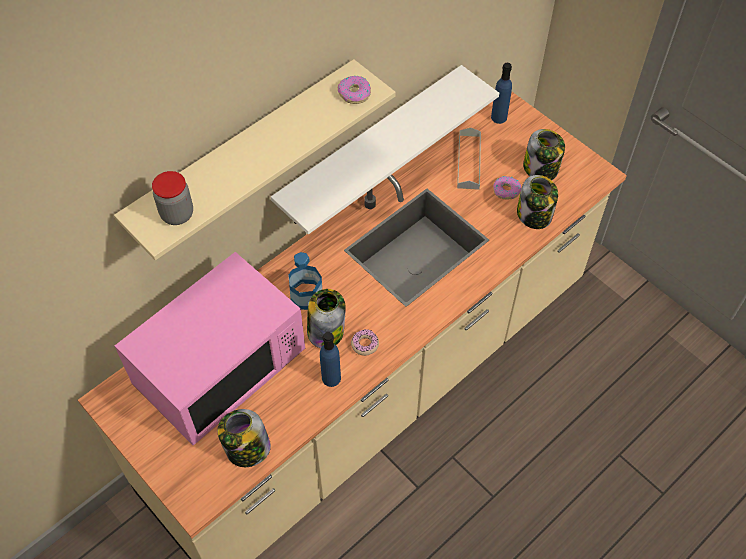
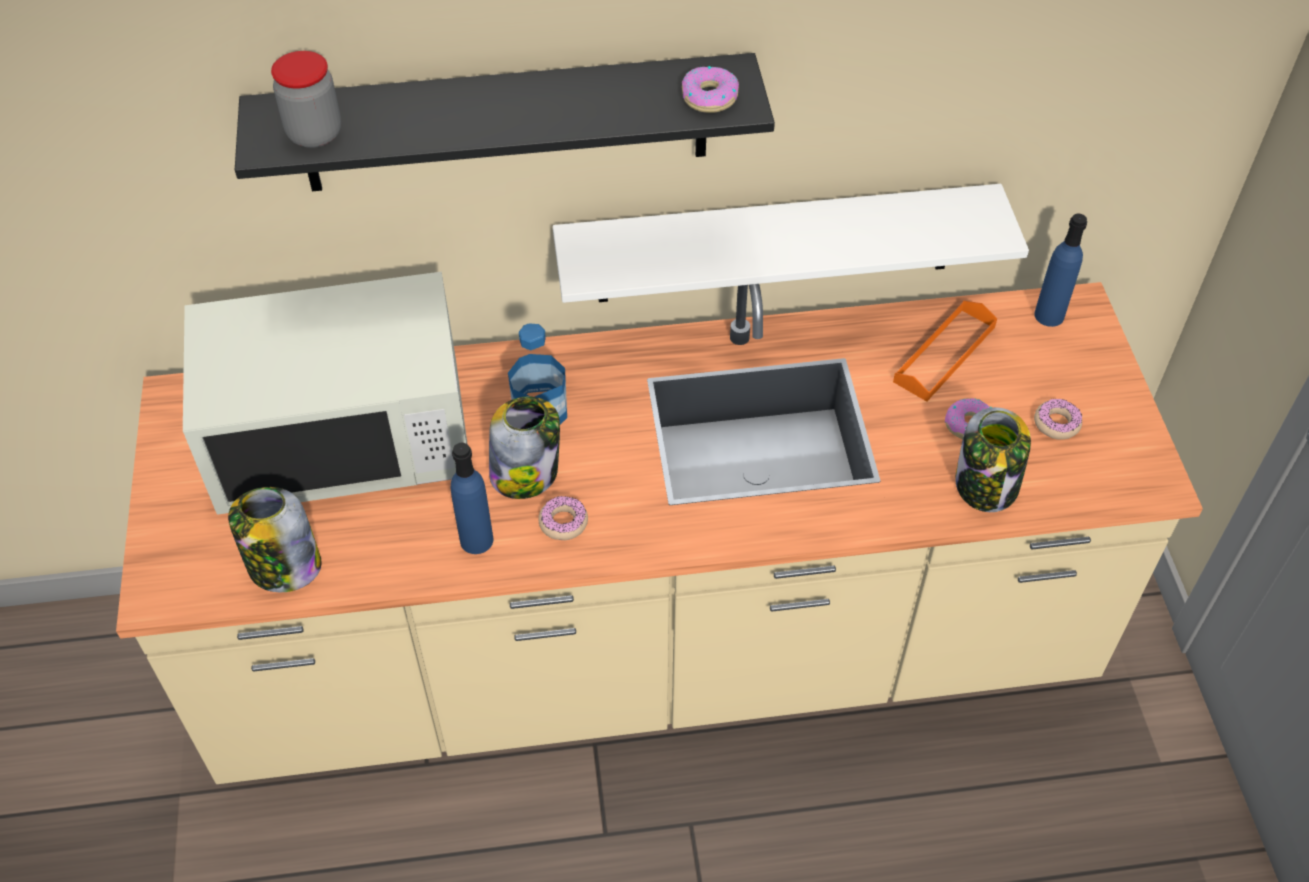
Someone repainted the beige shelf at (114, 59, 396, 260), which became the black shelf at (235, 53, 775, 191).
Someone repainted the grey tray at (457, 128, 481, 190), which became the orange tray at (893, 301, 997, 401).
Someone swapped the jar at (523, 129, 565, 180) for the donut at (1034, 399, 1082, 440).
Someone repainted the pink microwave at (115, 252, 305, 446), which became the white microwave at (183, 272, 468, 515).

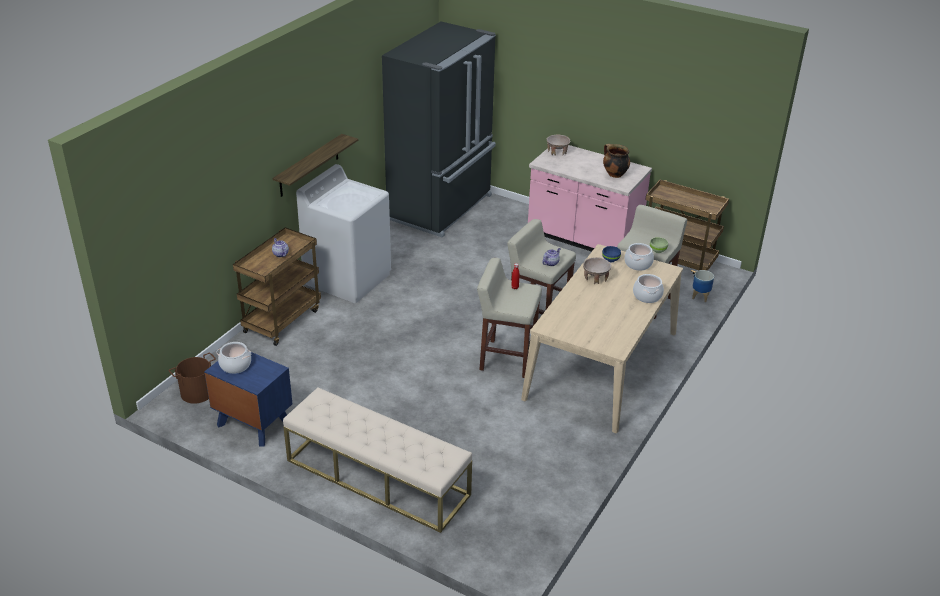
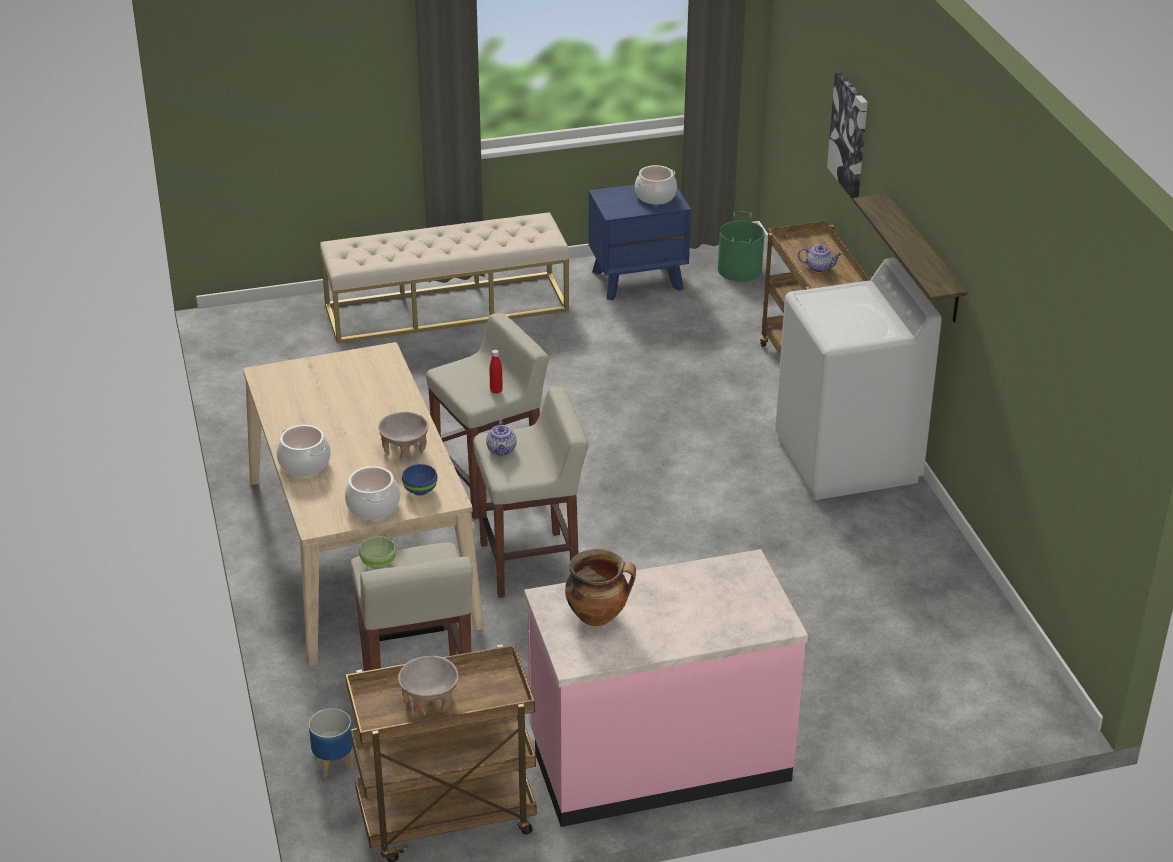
Someone took away the black fridge at (382, 22, 496, 238).
Someone carried the beige bowl from (547, 135, 571, 156) to (398, 656, 458, 716).
Someone repainted the brown bucket at (169, 353, 216, 404), which became the green bucket at (718, 211, 764, 282).
Someone put up the picture at (827, 72, 868, 200).

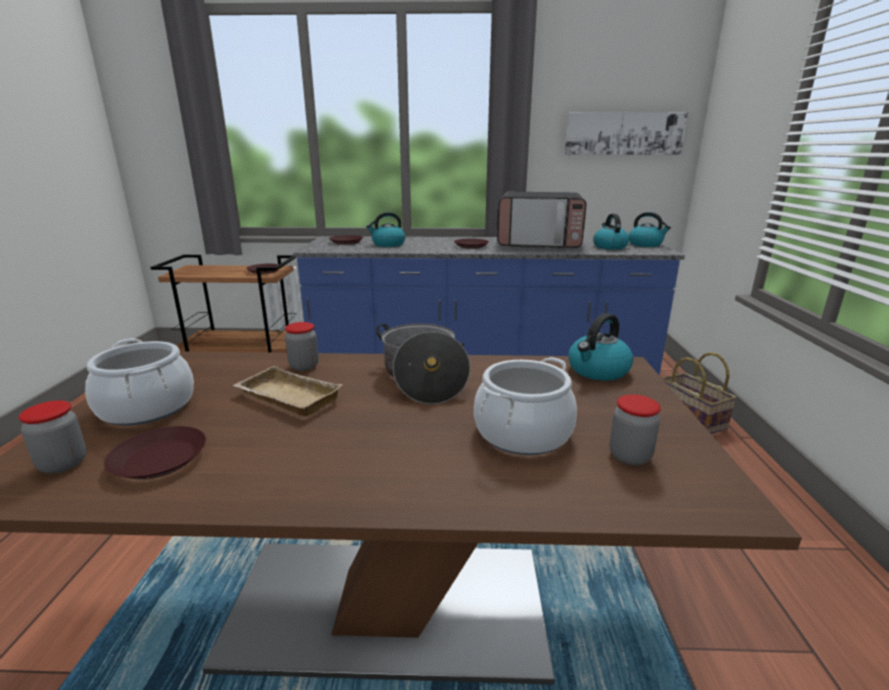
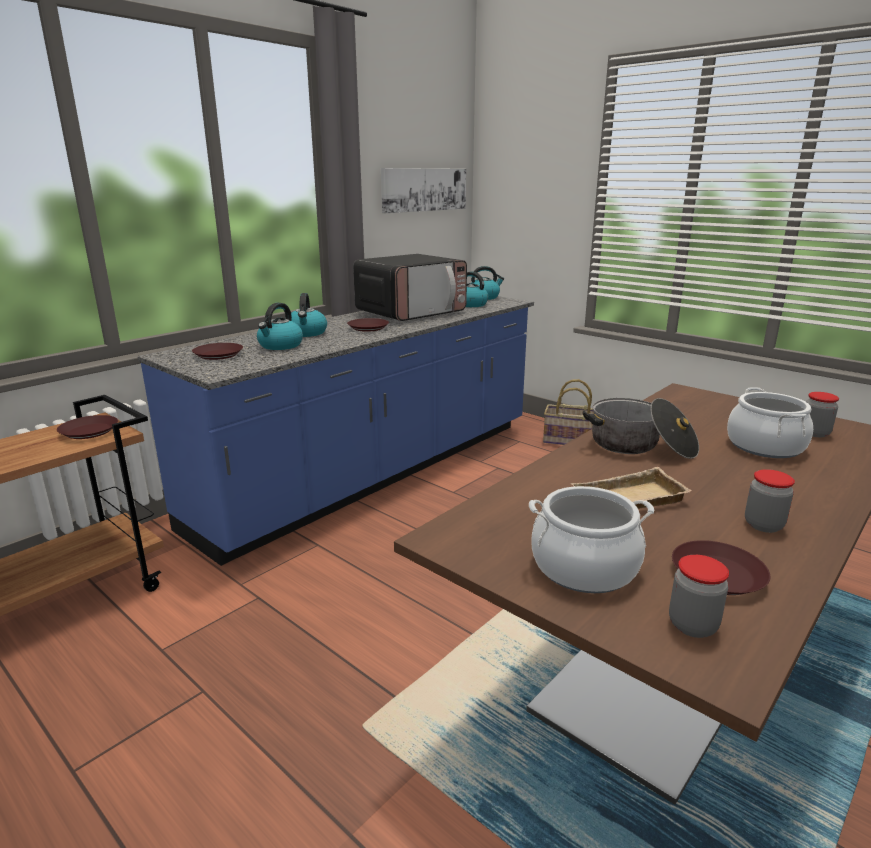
Someone carried the kettle from (568, 313, 633, 381) to (291, 293, 327, 337).
Someone carried the jar from (285, 322, 319, 371) to (745, 469, 795, 533).

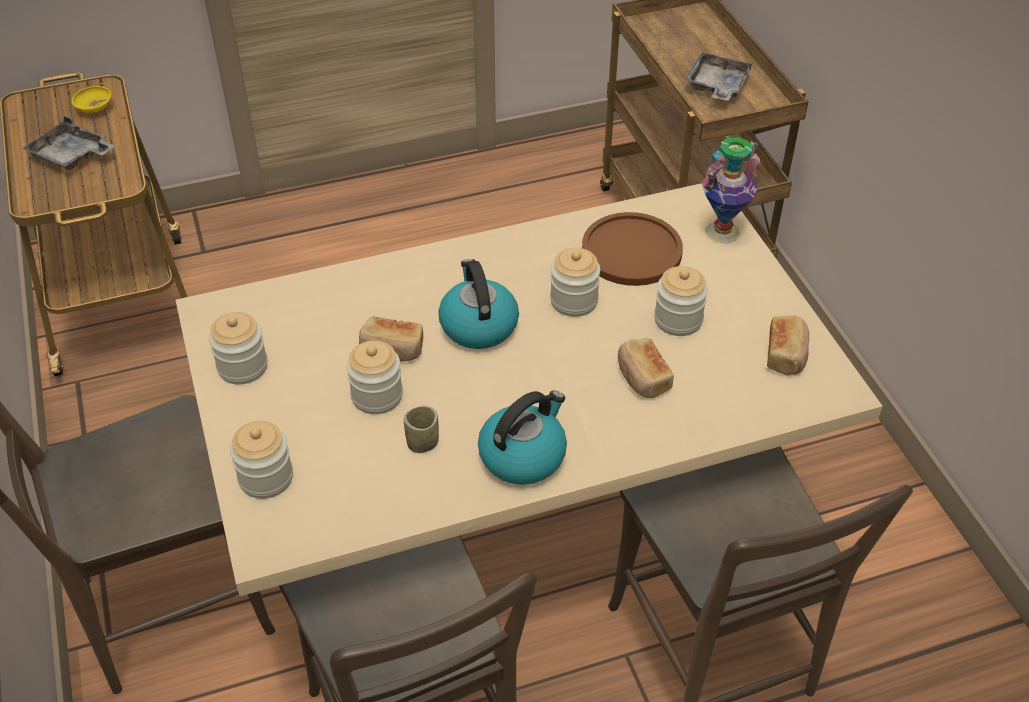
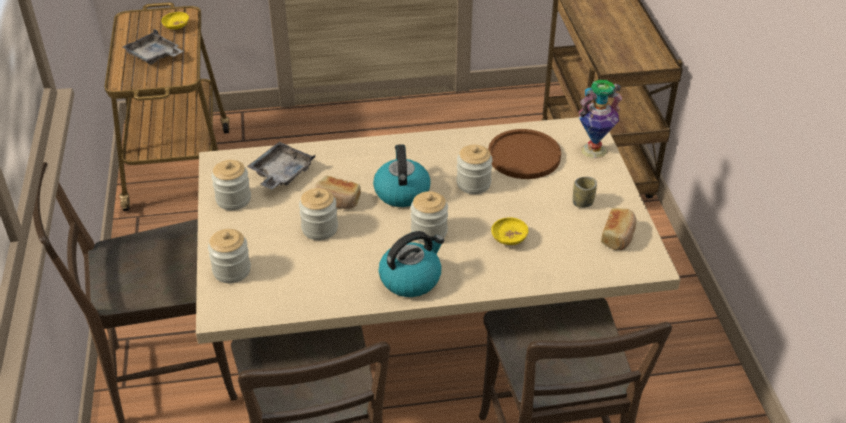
Someone carried the grey tray from (685, 52, 753, 101) to (247, 142, 315, 190).
Someone carried the jar from (654, 266, 708, 336) to (411, 191, 448, 243).
Someone swapped the bread at (618, 338, 674, 398) for the yellow bowl at (491, 217, 528, 245).
Someone carried the cup from (404, 406, 439, 453) to (573, 177, 597, 208).

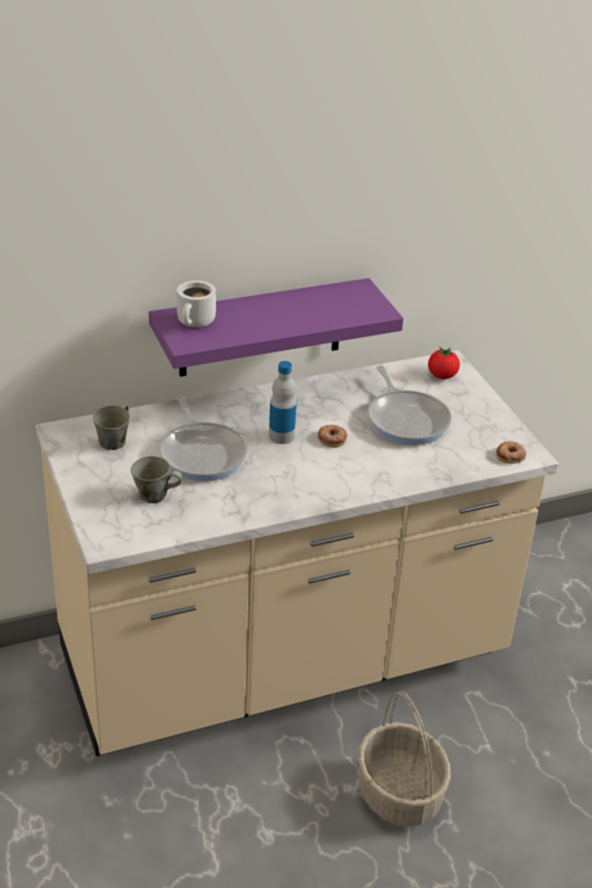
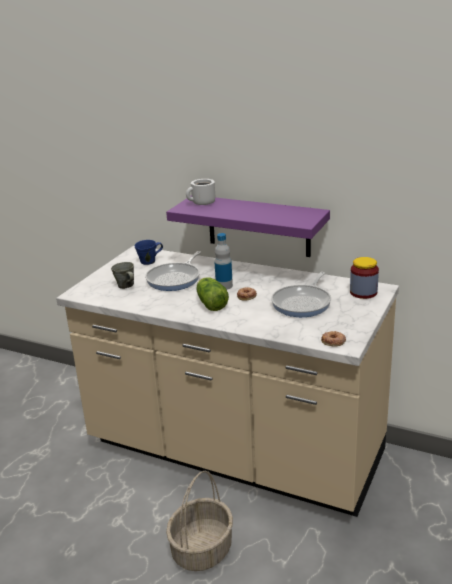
Someone swapped the tomato at (428, 347, 460, 379) for the jar at (350, 257, 379, 299).
Someone repainted the grey mug at (93, 405, 130, 450), which became the blue mug at (135, 240, 163, 265).
Someone put down the lettuce at (196, 277, 229, 311).

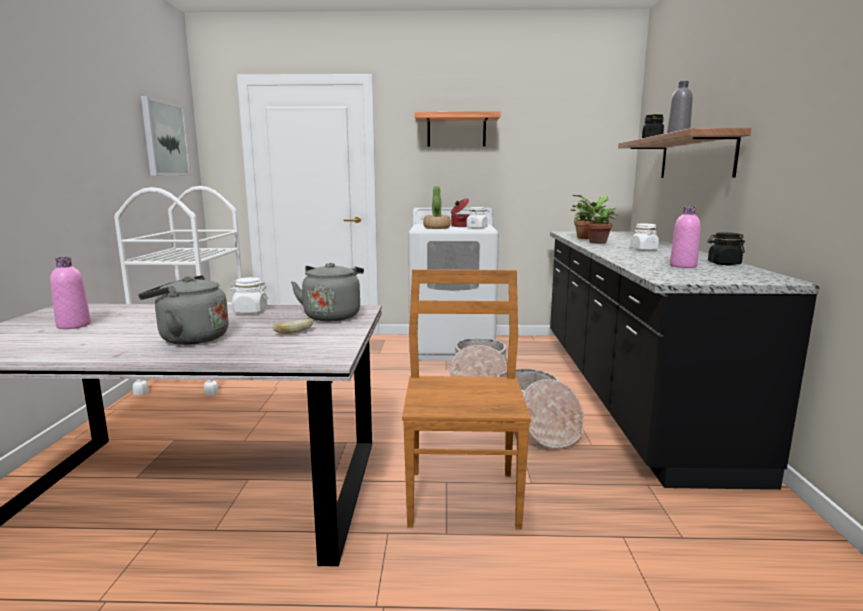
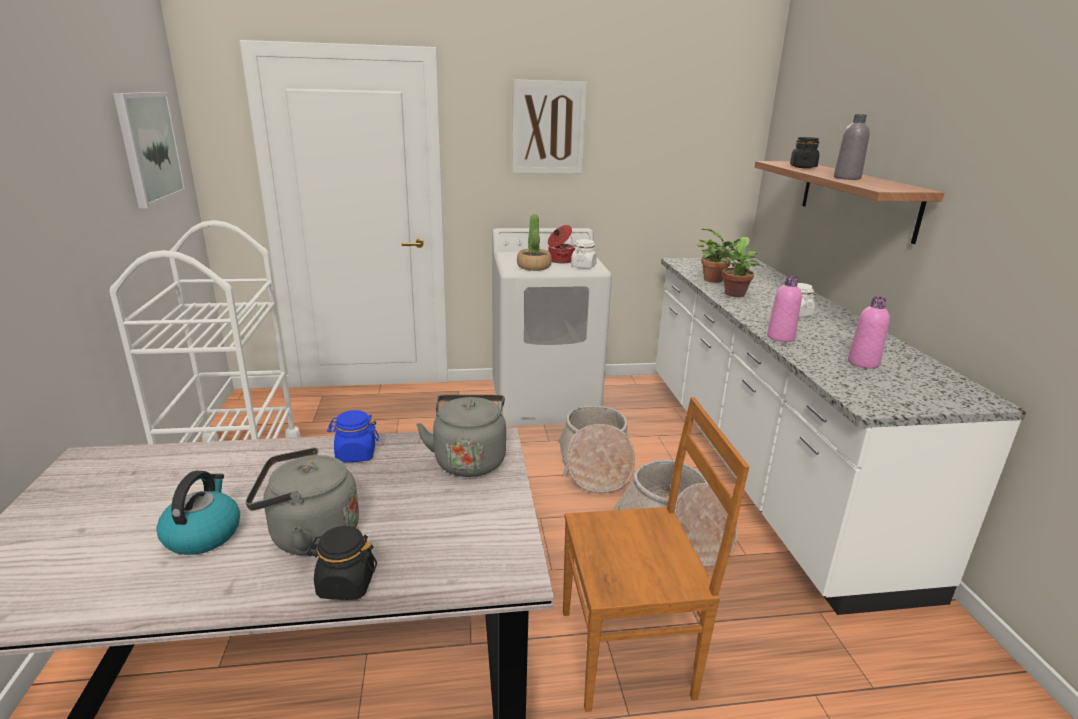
Someone swapped the shelf at (415, 111, 500, 146) for the picture at (512, 79, 587, 174).
Someone repainted the black counter at (550, 231, 820, 490), which became the white counter at (655, 258, 1027, 615).
Someone carried the black jar from (707, 232, 745, 265) to (307, 526, 377, 600).
Someone carried the pink bottle from (50, 257, 91, 329) to (767, 276, 802, 342).
Someone rotated the brown chair at (402, 269, 531, 529) by 90 degrees clockwise.
Someone repainted the white jar at (229, 277, 268, 314), which became the blue jar at (327, 410, 379, 462).
Someone took away the bread at (272, 318, 313, 334).
Someone put down the kettle at (156, 471, 240, 555).

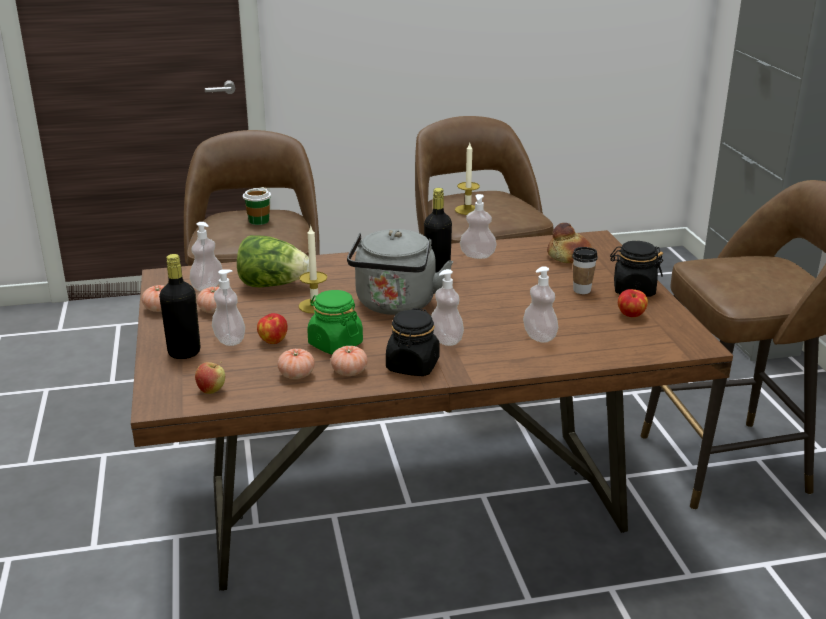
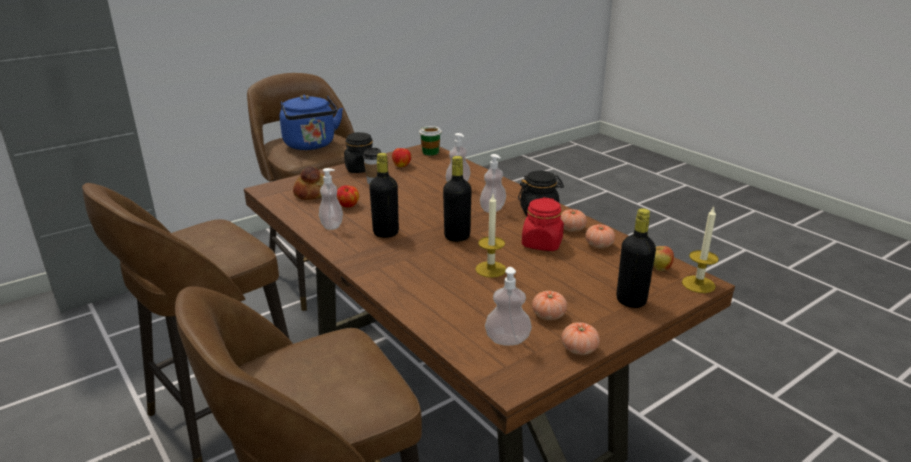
Someone carried the candle from (455, 143, 480, 215) to (682, 206, 719, 293).
Someone carried the cup from (243, 187, 271, 225) to (419, 126, 442, 155).
Someone swapped the grey kettle at (347, 229, 453, 315) for the black bottle at (443, 156, 472, 242).
Someone took away the lettuce at (237, 235, 310, 287).
Someone took away the soap dispenser at (212, 269, 245, 346).
Someone repainted the green jar at (307, 290, 363, 355), which became the red jar at (522, 197, 564, 251).
Someone carried the apple from (257, 313, 288, 344) to (337, 186, 359, 207).
Someone put down the blue kettle at (280, 95, 343, 150).

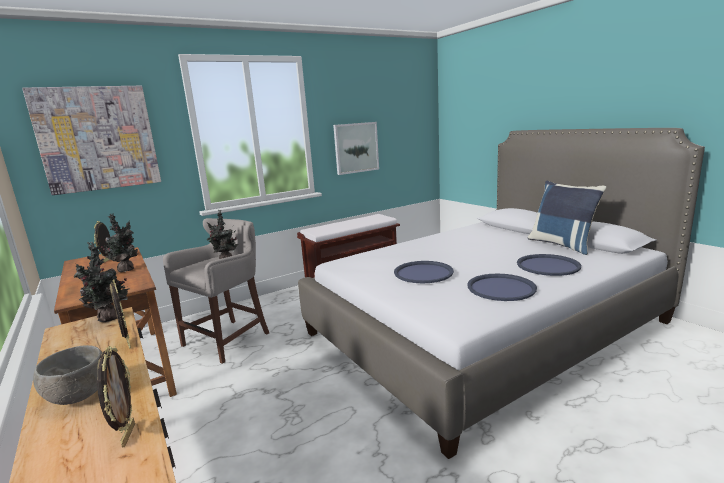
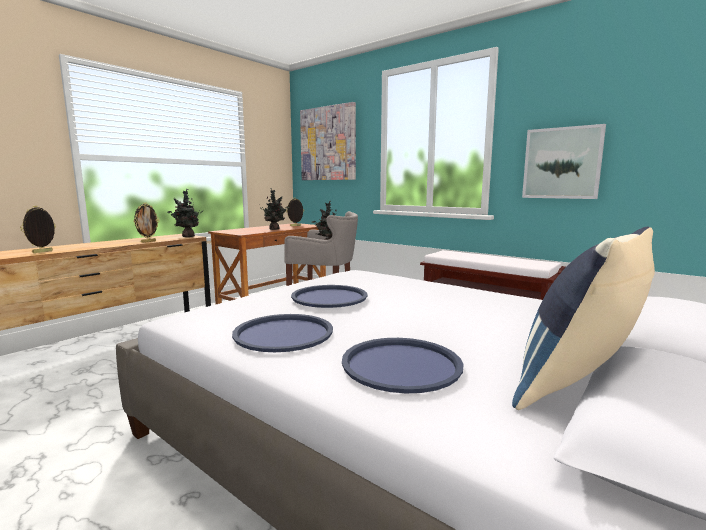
Someone took away the grey bowl at (33, 345, 102, 405).
Someone rotated the picture frame at (97, 346, 135, 448) by 150 degrees clockwise.

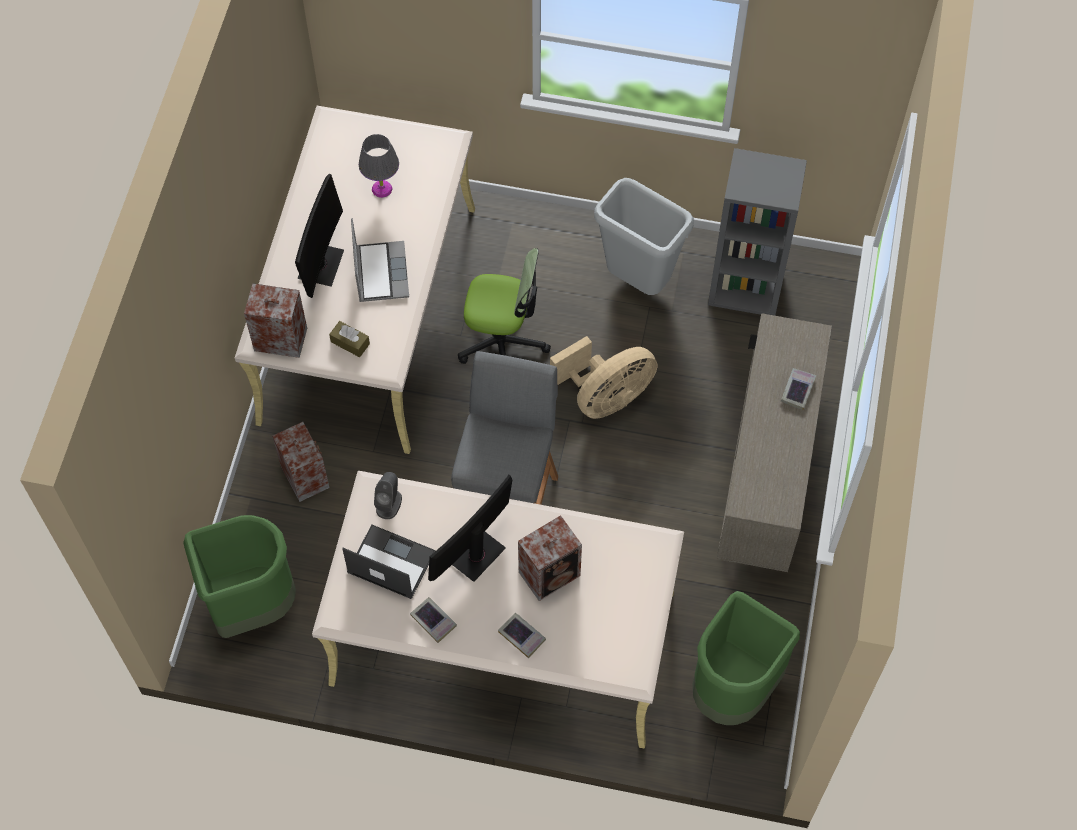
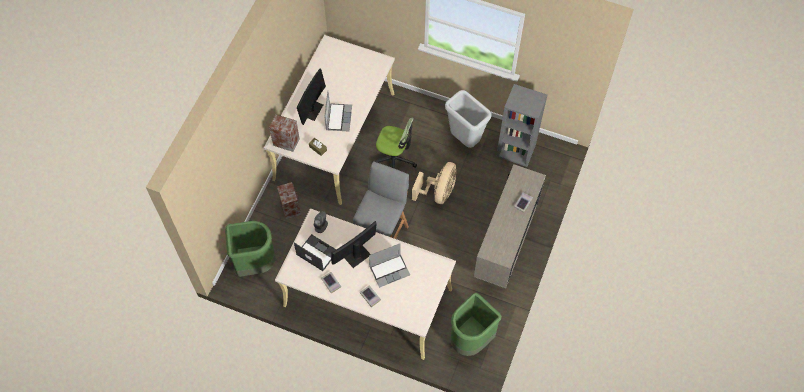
Someone took away the grey table lamp at (359, 134, 399, 198).
Someone rotated the beige fan at (550, 336, 657, 419) by 45 degrees counterclockwise.
Someone swapped the speaker at (518, 515, 582, 601) for the laptop at (369, 244, 410, 288).

